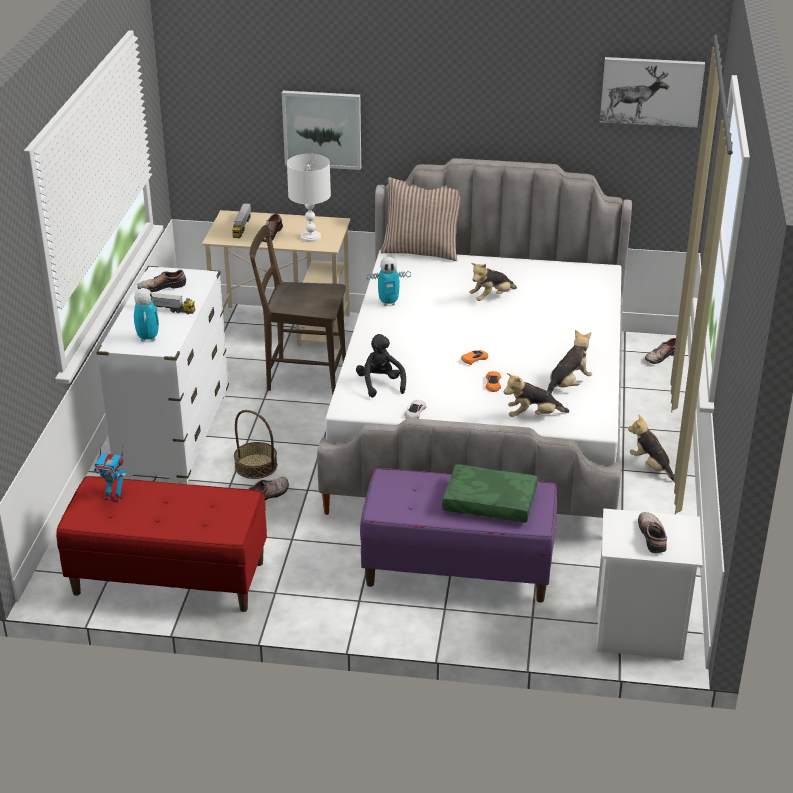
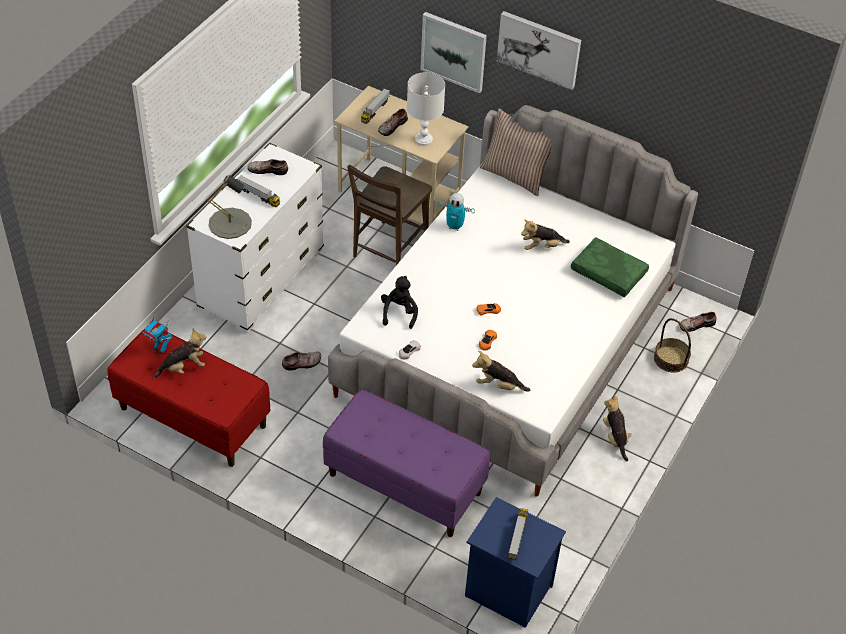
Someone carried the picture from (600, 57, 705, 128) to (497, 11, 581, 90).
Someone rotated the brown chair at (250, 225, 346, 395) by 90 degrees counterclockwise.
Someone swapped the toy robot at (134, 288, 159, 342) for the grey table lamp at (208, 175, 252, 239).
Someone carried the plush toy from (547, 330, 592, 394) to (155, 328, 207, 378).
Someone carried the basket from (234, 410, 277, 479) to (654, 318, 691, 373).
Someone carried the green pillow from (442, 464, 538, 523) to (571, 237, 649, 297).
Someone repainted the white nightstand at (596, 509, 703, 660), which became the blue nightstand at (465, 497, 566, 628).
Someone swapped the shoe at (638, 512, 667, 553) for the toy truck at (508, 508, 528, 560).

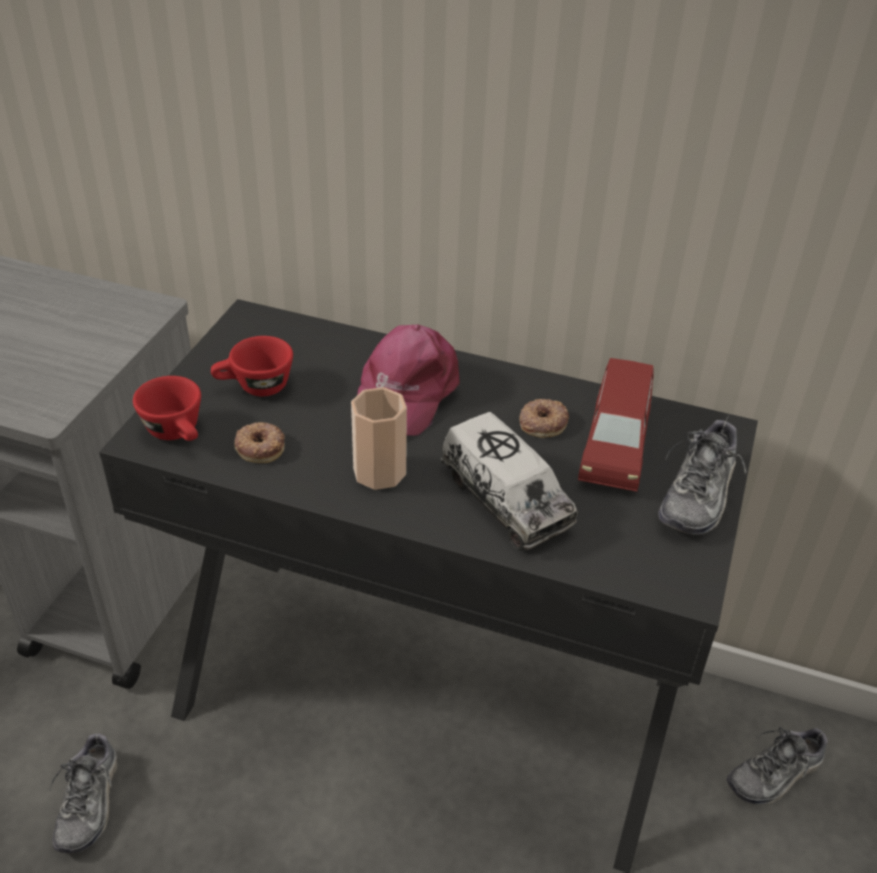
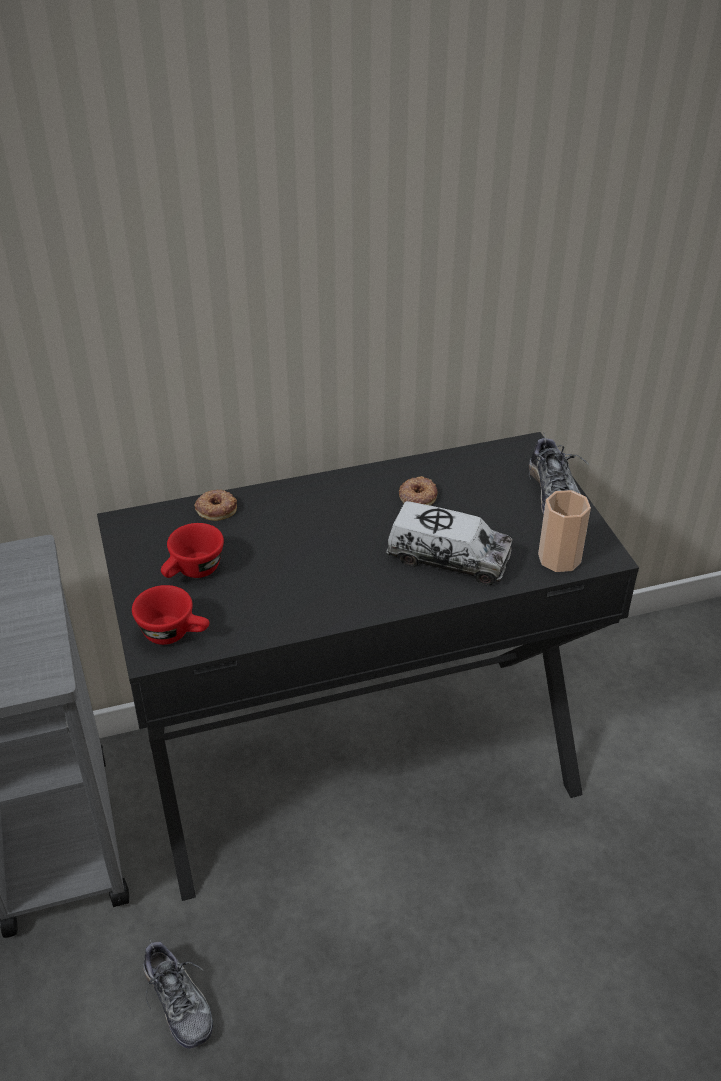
Someone took away the pink cap at (357, 325, 460, 435).
Someone took away the red toy car at (578, 358, 654, 492).
Someone carried the cup from (351, 387, 407, 490) to (538, 490, 591, 572).
Someone carried the donut from (234, 422, 285, 463) to (194, 489, 237, 521).
Someone took away the shoe at (727, 727, 828, 805).

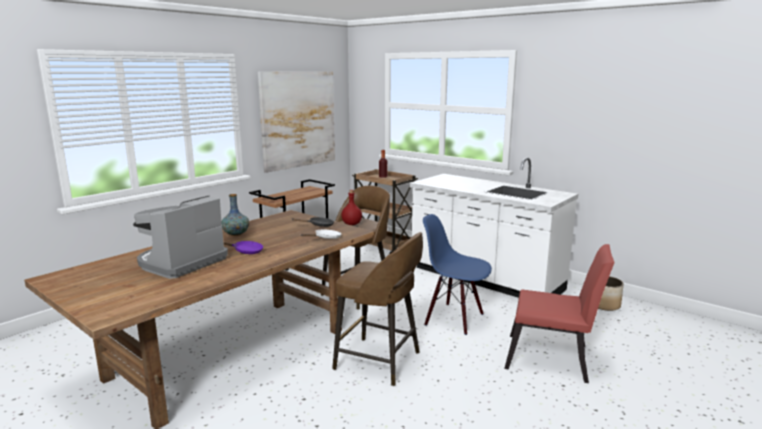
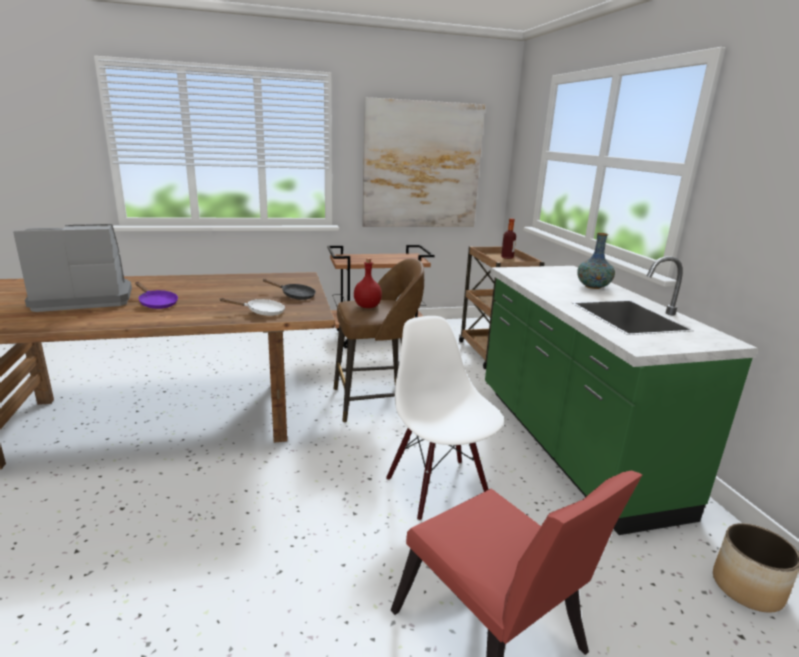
Someone repainted the white counter at (409, 158, 578, 298), which became the green counter at (485, 256, 758, 535).
Someone carried the vase from (222, 194, 249, 236) to (577, 233, 615, 289).
Someone repainted the blue chair at (423, 214, 492, 335), which became the white chair at (386, 316, 504, 521).
Someone took away the brown stool at (332, 232, 423, 386).

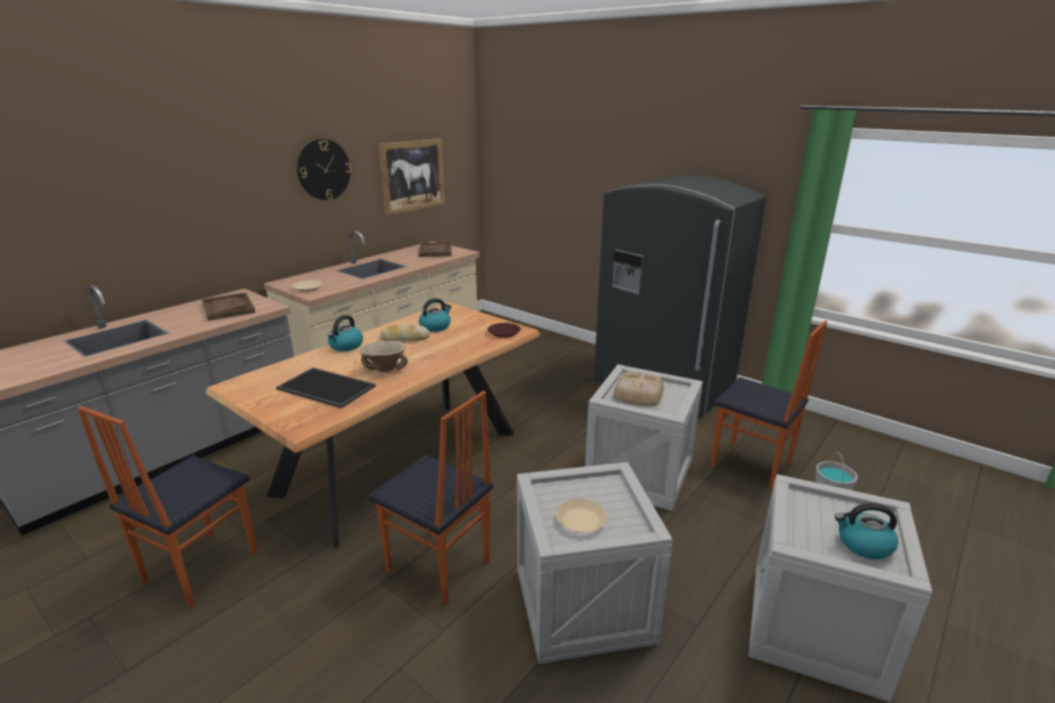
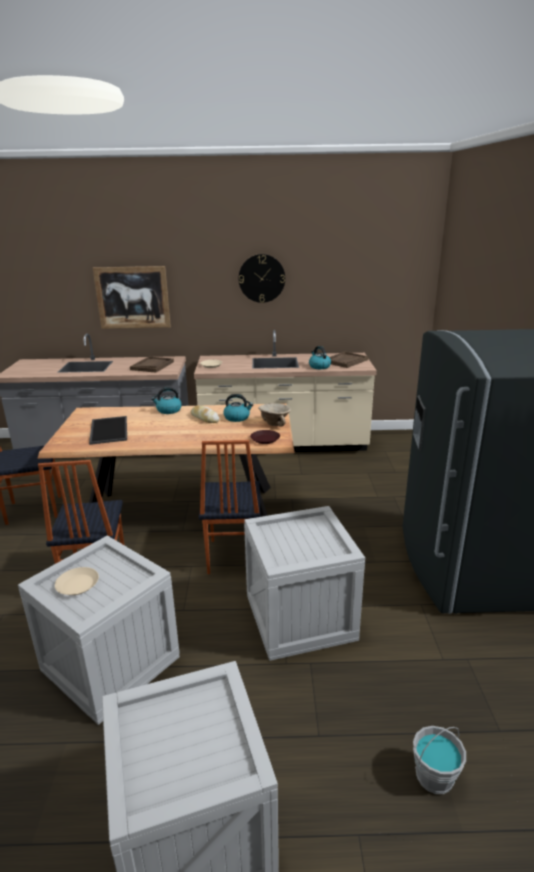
Someone carried the picture from (378, 138, 445, 216) to (93, 266, 171, 329).
Someone carried the chair from (711, 321, 827, 490) to (199, 440, 260, 574).
Someone carried the beige bowl from (360, 341, 408, 372) to (258, 403, 291, 427).
Someone took away the bread at (613, 372, 664, 406).
Someone carried the kettle from (835, 503, 898, 559) to (309, 346, 331, 369).

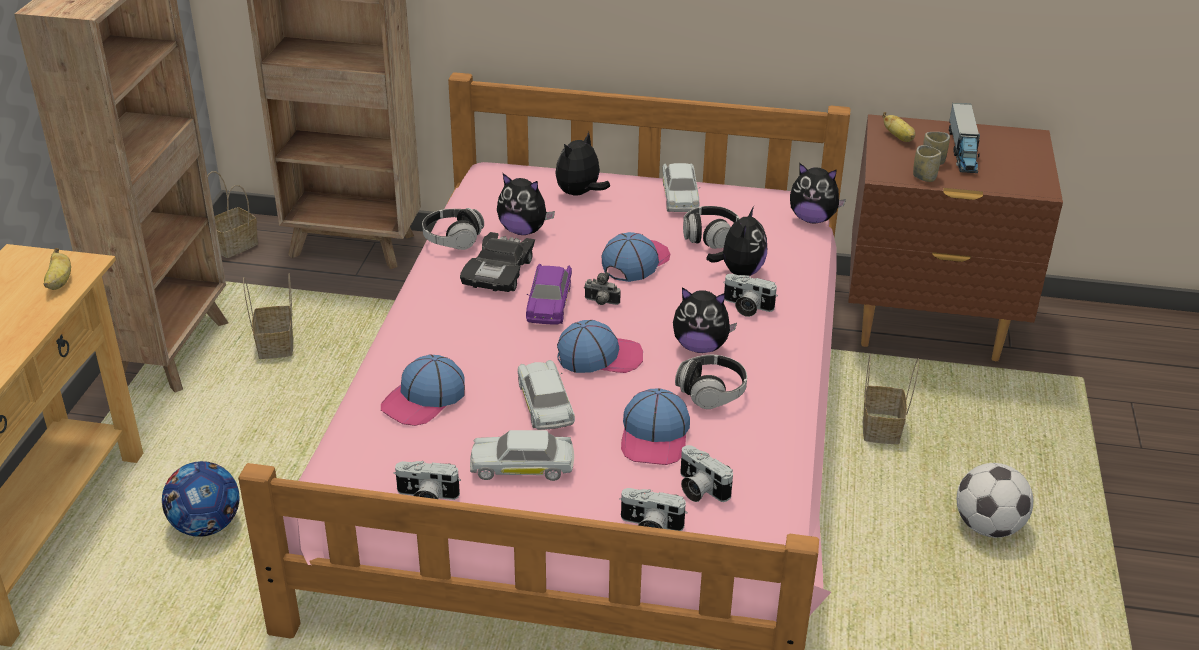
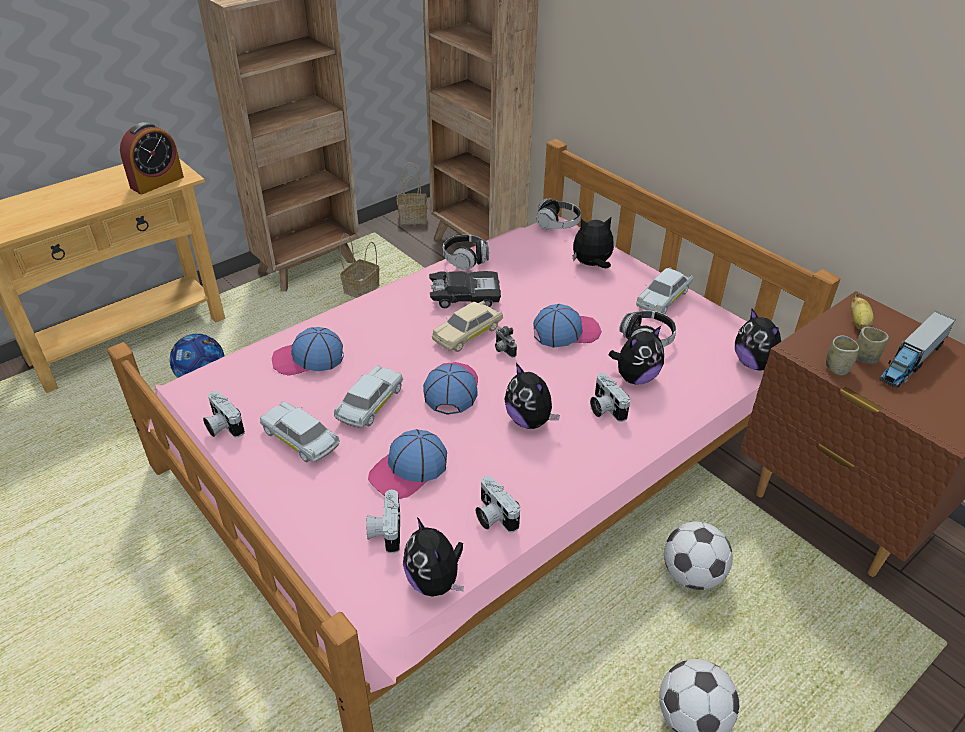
Someone carried the plush toy from (497, 173, 555, 235) to (403, 517, 464, 597).
Someone rotated the black toy car at (460, 232, 535, 292) by 150 degrees counterclockwise.
Someone swapped the banana at (43, 248, 71, 290) for the alarm clock at (120, 122, 184, 194).
Someone repainted the purple toy car at (526, 264, 572, 324), which became the beige toy car at (432, 300, 503, 352).
Someone rotated the cap at (557, 320, 643, 373) by 120 degrees counterclockwise.
Someone swapped the basket at (863, 354, 919, 444) for the football at (664, 521, 733, 590).
Someone carried the headphones from (675, 355, 747, 409) to (536, 198, 581, 230).
Someone carried the photo camera from (619, 488, 688, 531) to (476, 476, 520, 532).

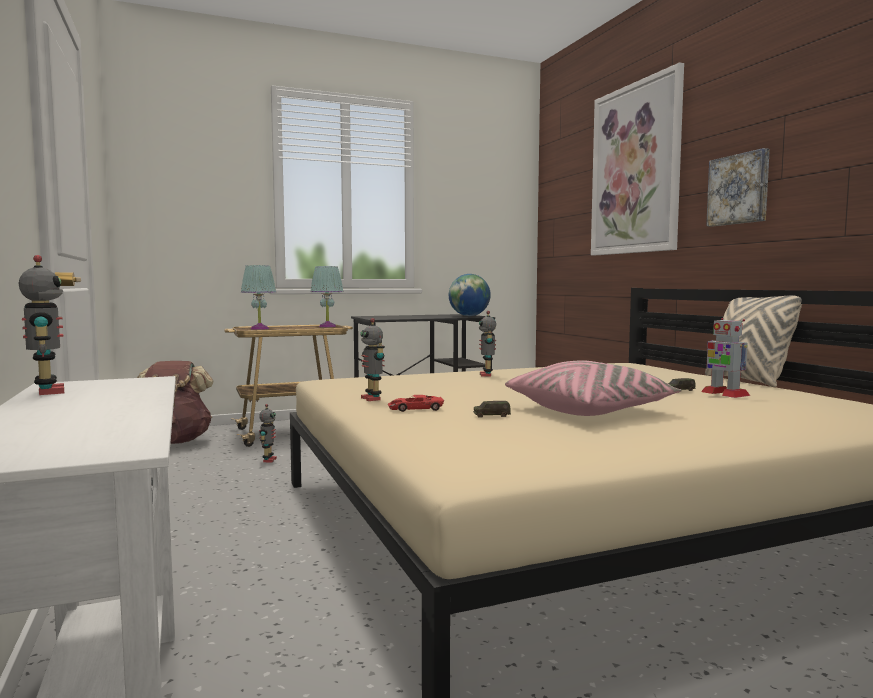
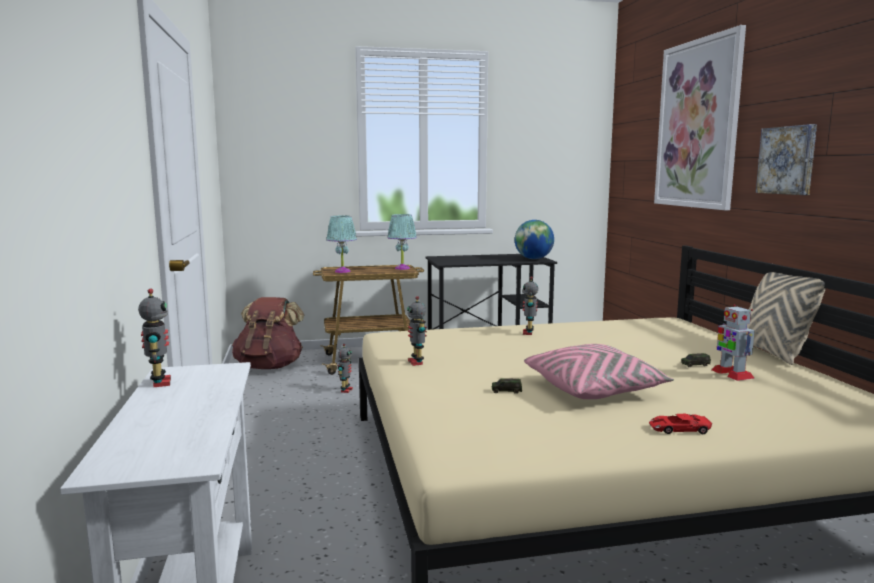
Someone carried the red toy car from (388, 395, 444, 412) to (649, 414, 712, 434).

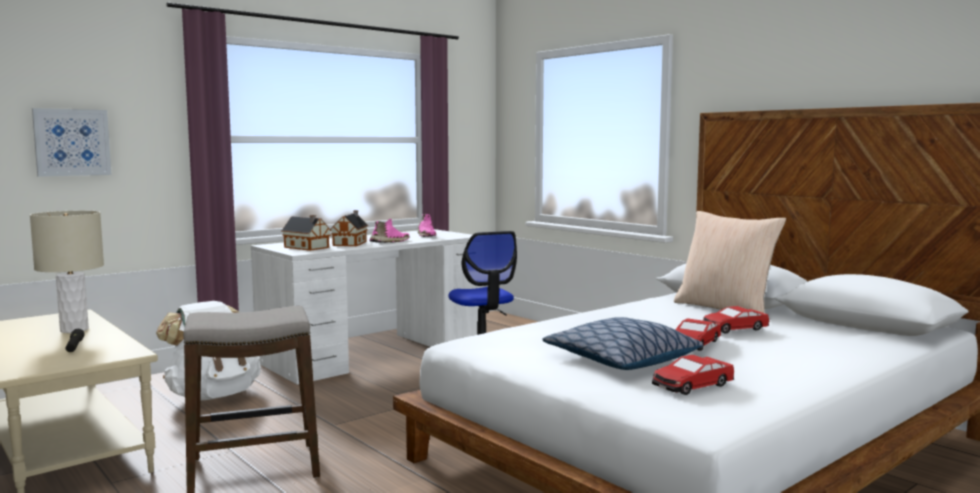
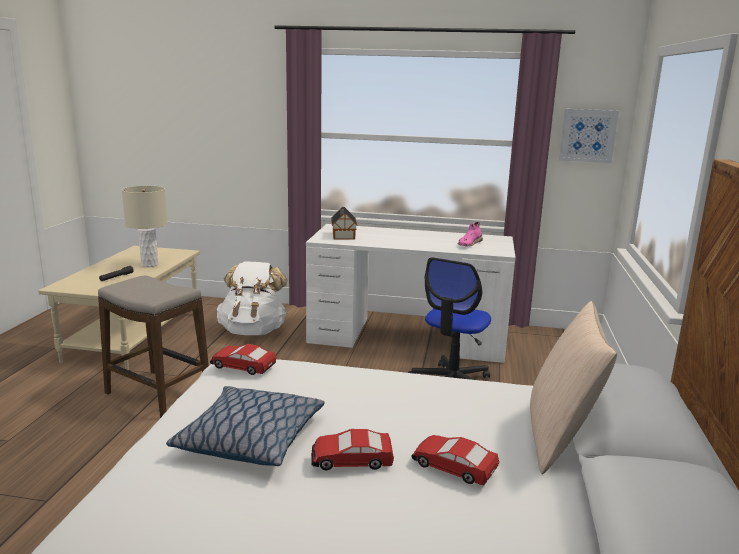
Someone carried the picture from (32, 108, 111, 177) to (559, 109, 619, 163).
Someone took away the toy house at (330, 210, 369, 246).
Someone took away the pink shoe at (369, 219, 409, 243).
Someone carried the toy car from (652, 355, 734, 395) to (210, 344, 276, 375).

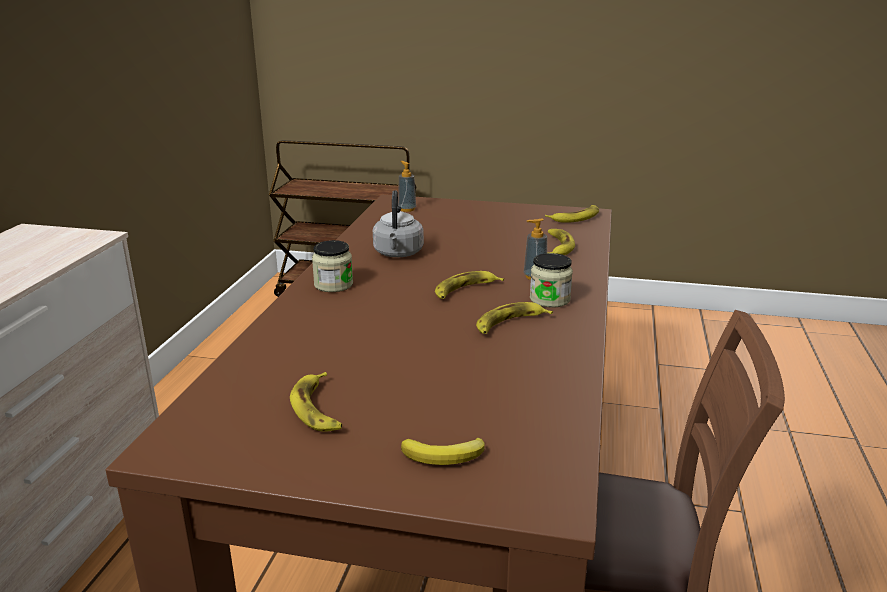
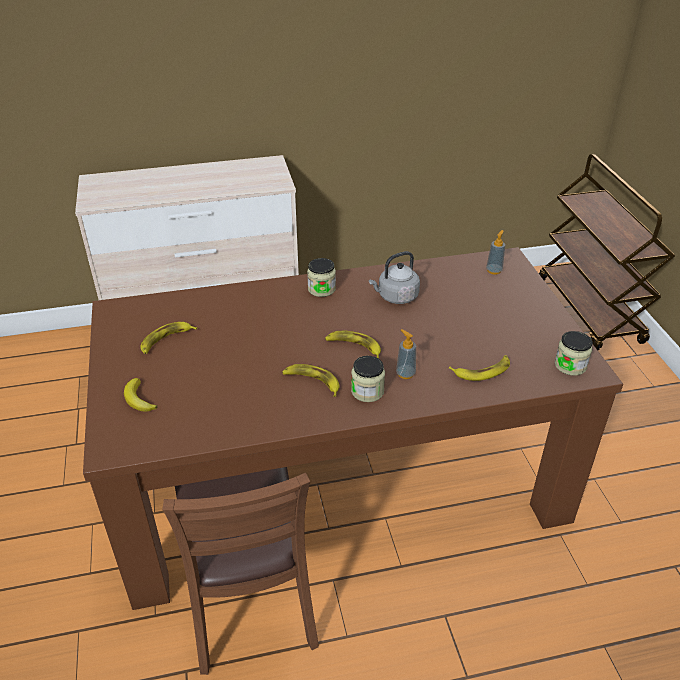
Someone swapped the banana at (545, 205, 599, 223) for the jar at (555, 331, 592, 376).

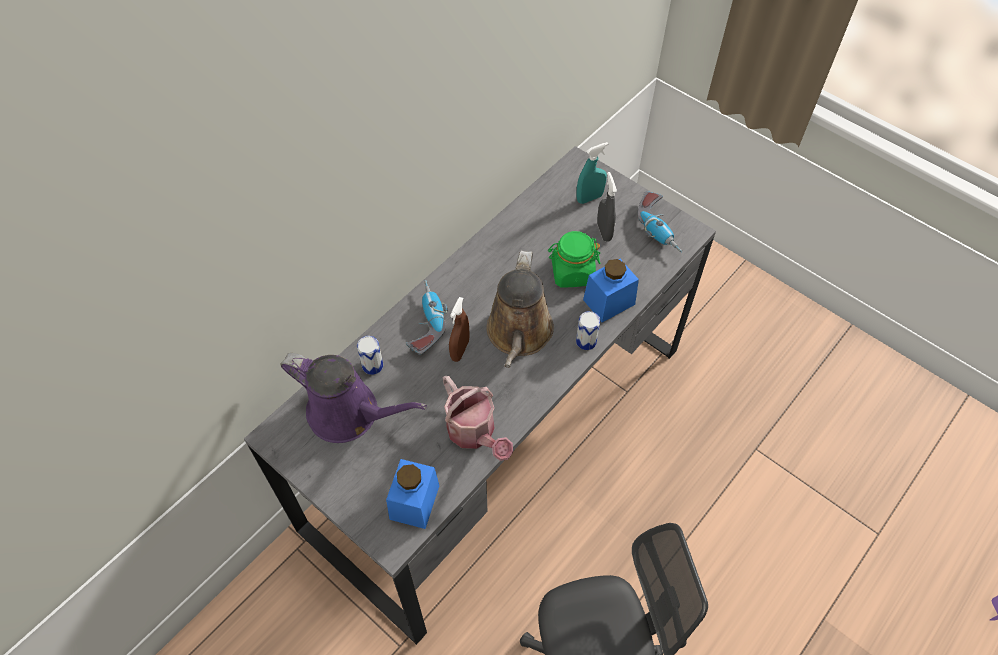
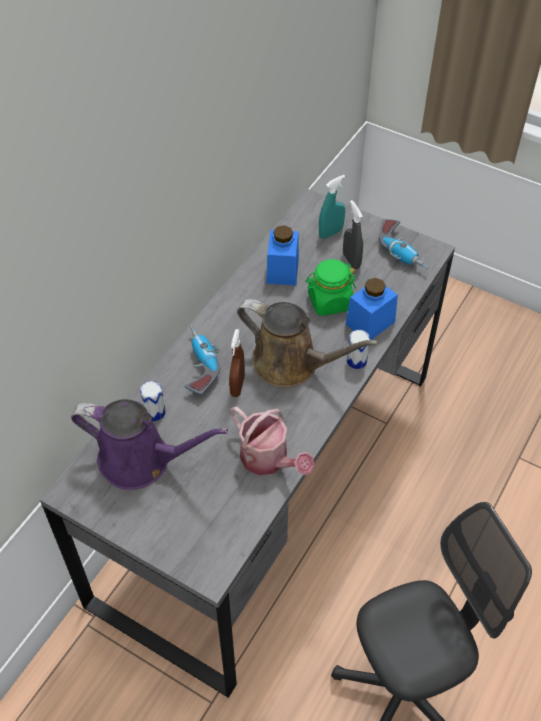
Someone rotated the brown watering can at (487, 251, 554, 368) by 60 degrees counterclockwise.
Someone carried the blue jar from (386, 459, 439, 529) to (266, 225, 299, 285).

